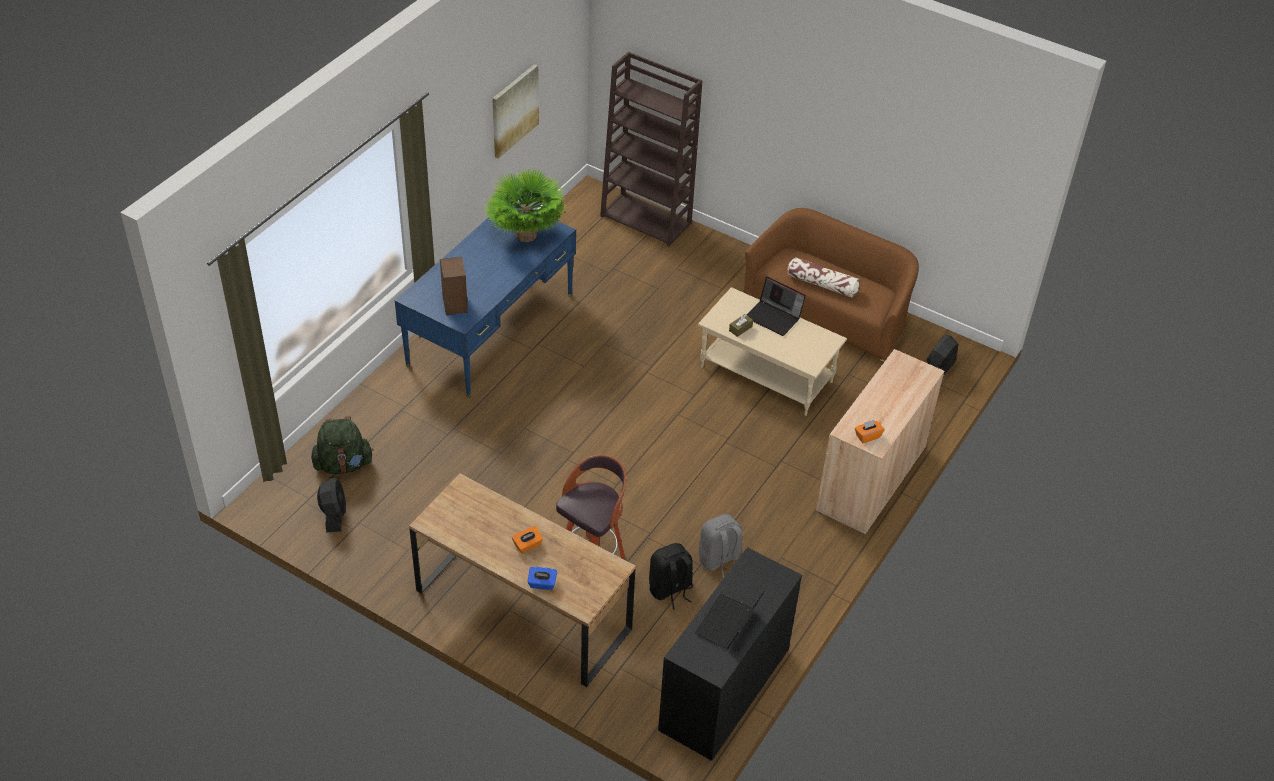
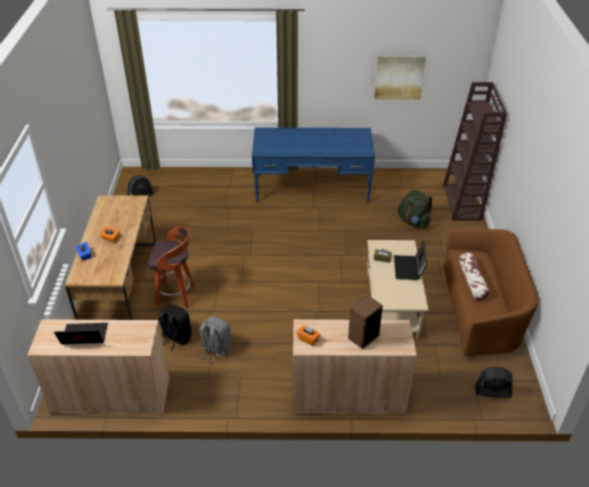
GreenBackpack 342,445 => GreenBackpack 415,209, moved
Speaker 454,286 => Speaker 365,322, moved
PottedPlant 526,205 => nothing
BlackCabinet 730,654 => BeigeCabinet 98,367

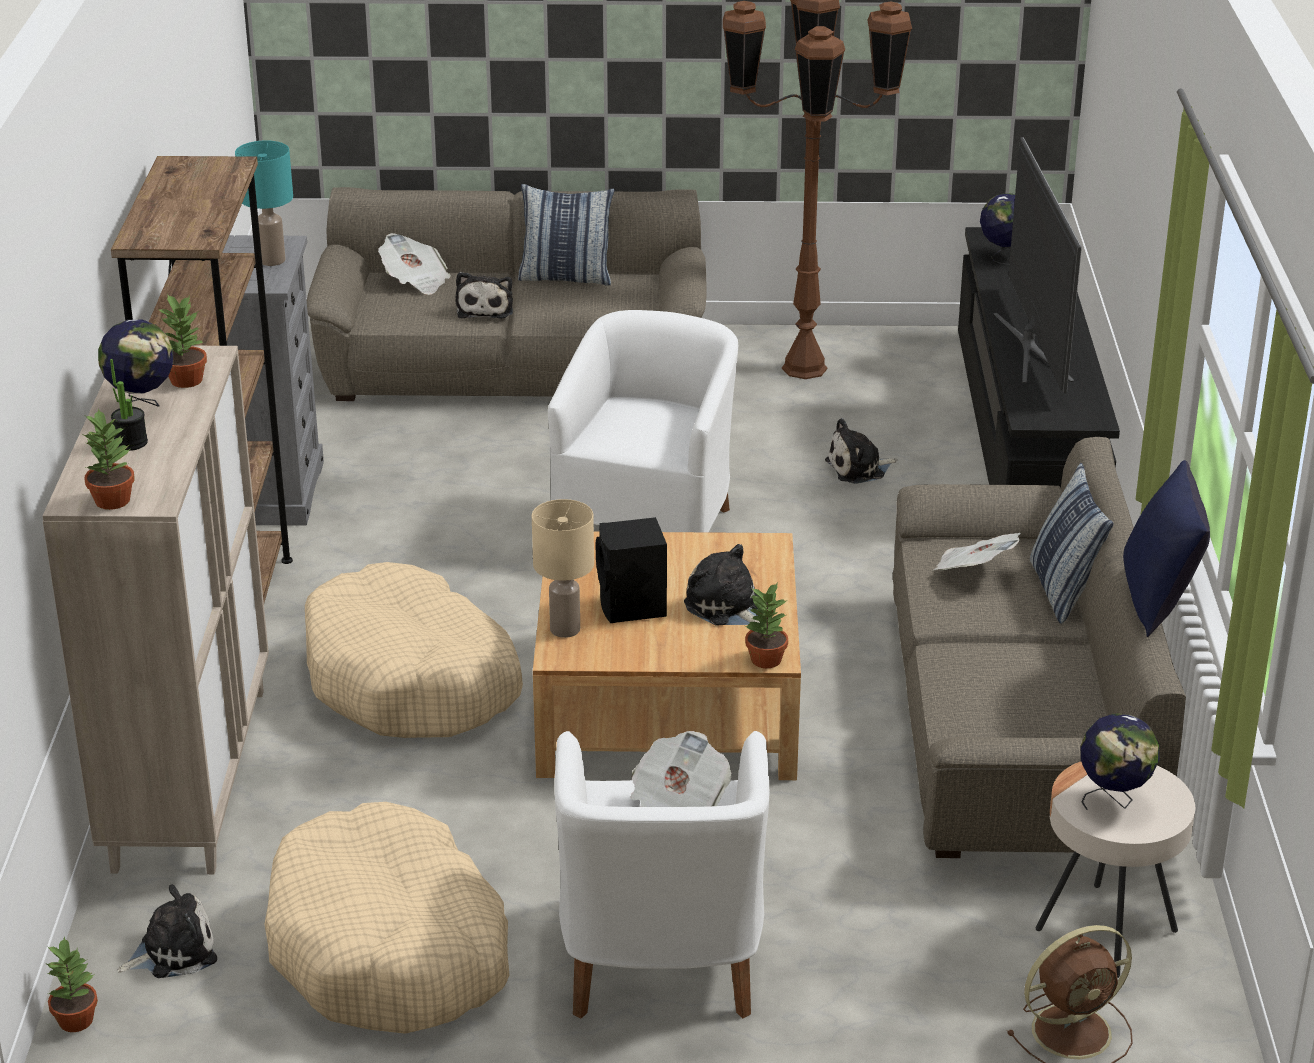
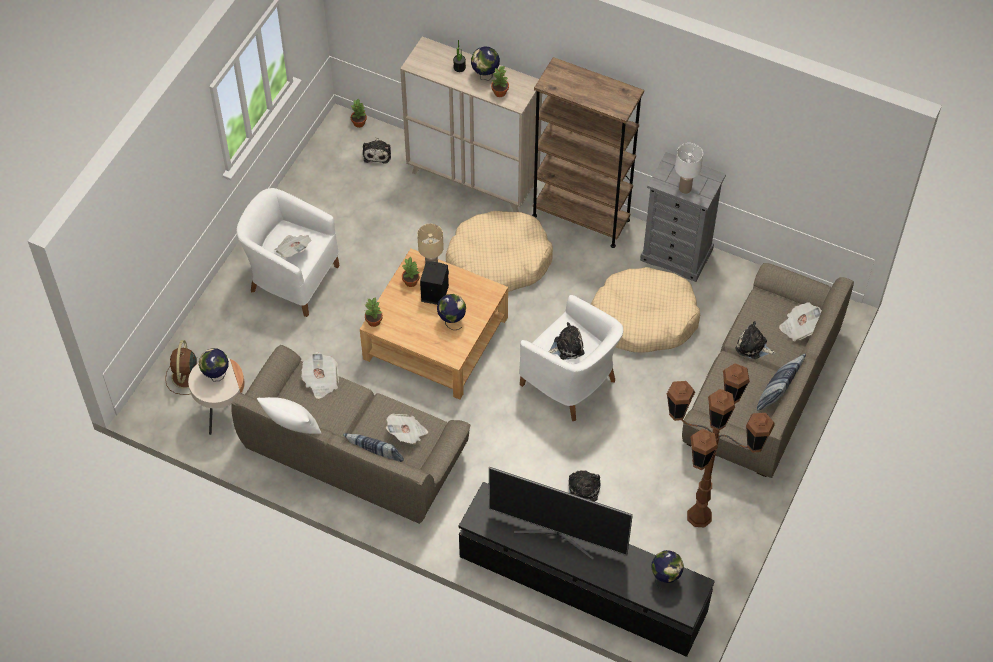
PottedPlant 109,459 => PottedPlant 411,271, moved
TurquoiseTableLamp 264,203 => WhiteTableLamp 689,168
BeigeDogBed 386,918 => BeigeDogBed 645,310, moved
PlushToy 722,585 => PlushToy 566,341, moved
BluePillow 1166,548 => WhitePillow 289,415
nothing => Newspaper 320,375
nothing => Globe 451,312

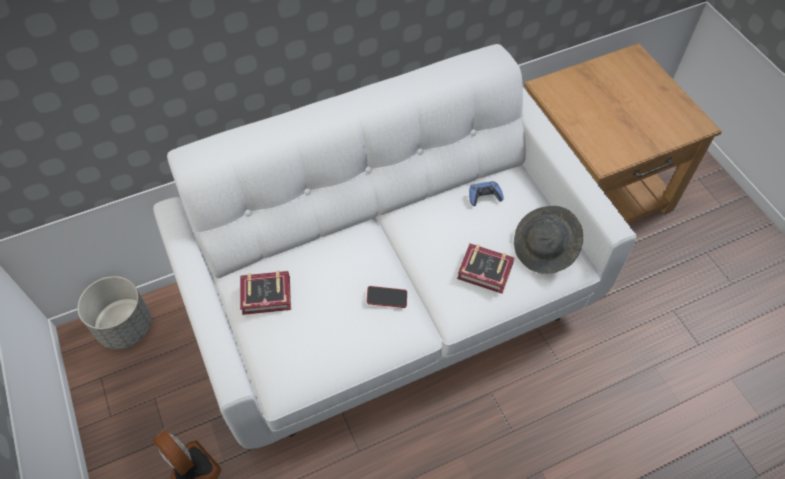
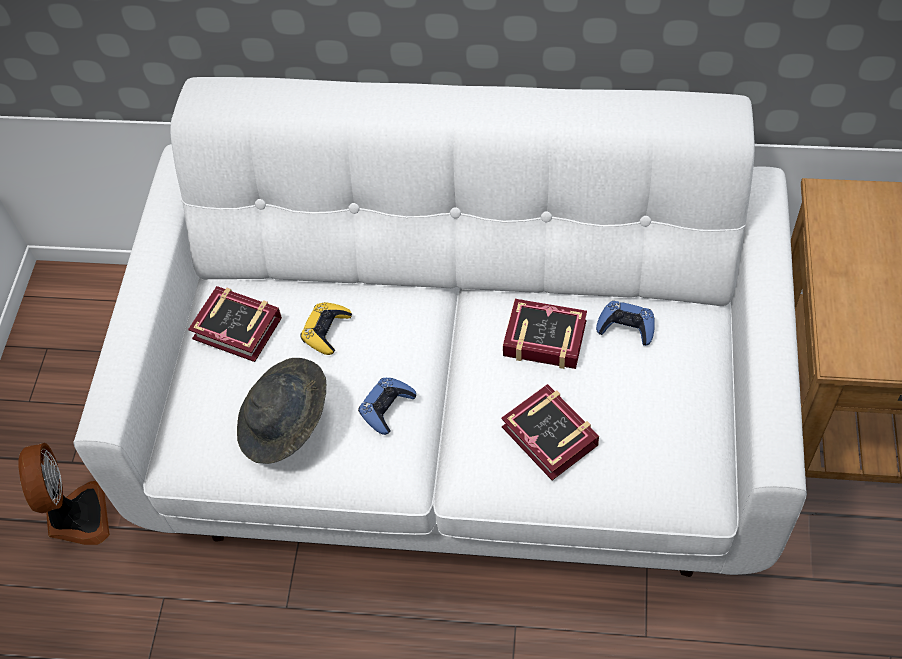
GreyPlanter 115,312 => nothing
Phone 387,297 => BlueGameController 387,406
GreyHat 548,240 => GreyHat 281,411, moved
nothing => YellowGameController 326,328
nothing => Book 545,334

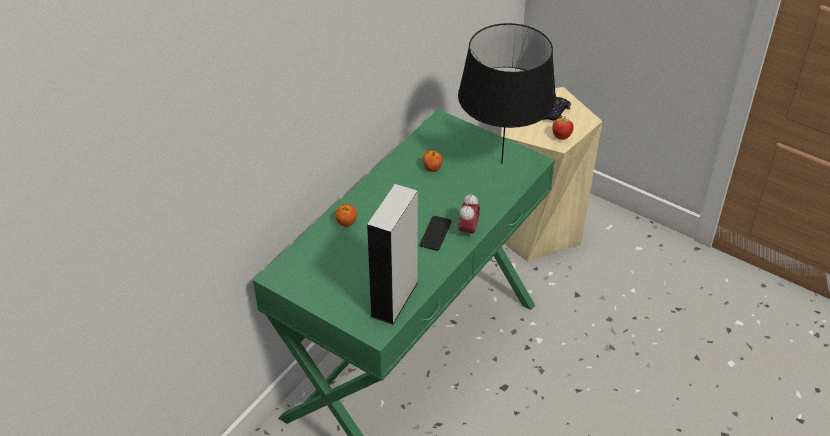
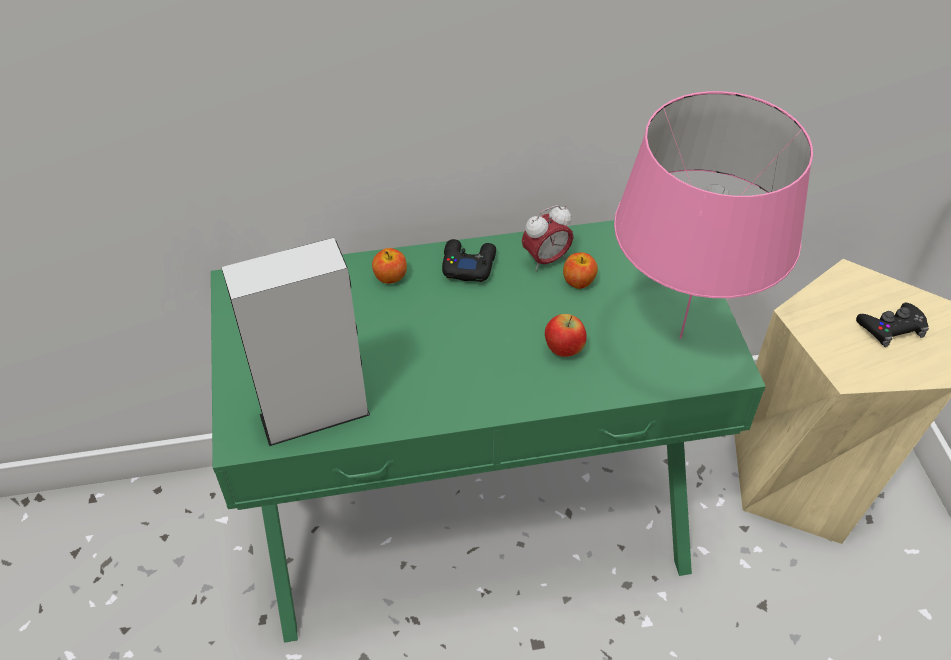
Phone 436,233 => nothing
BlackTableLamp 507,93 => PinkTableLamp 713,215
AlarmClock 469,217 => AlarmClock 548,238, moved
Apple 563,129 => Apple 566,335, moved
nothing => BlackGameController 469,260

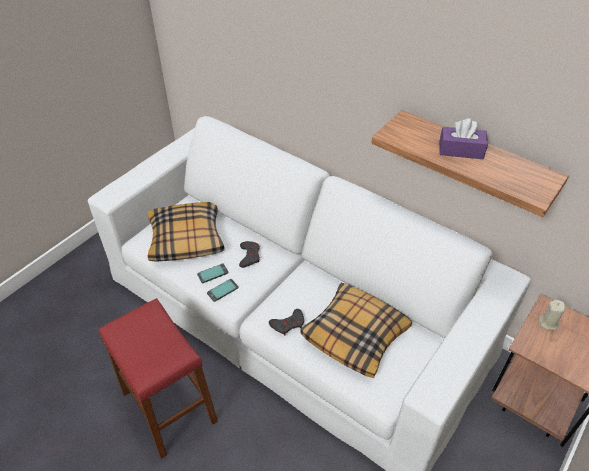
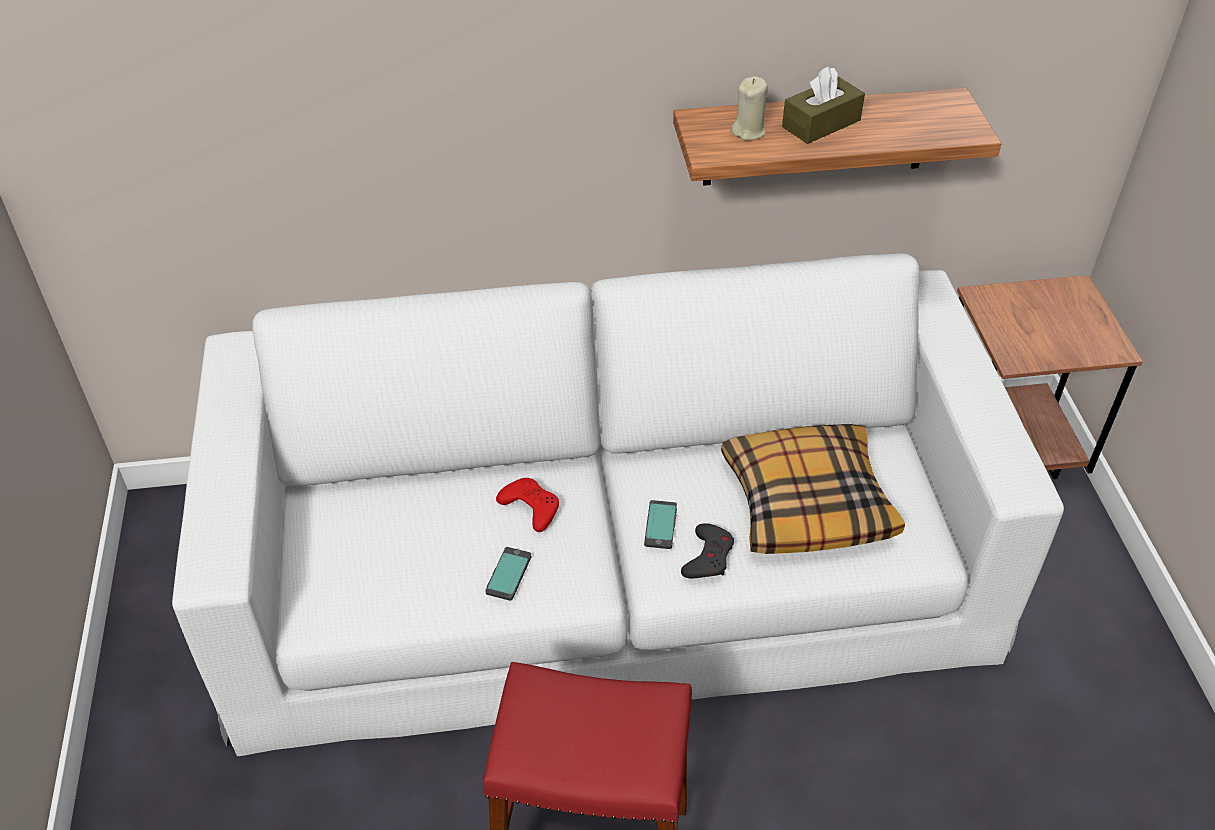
Pillow 186,232 => nothing
Phone 222,290 => Phone 660,524, moved
GreyGameController 249,254 => RedGameController 527,505
PurpleTissueBox 463,138 => BrownTissueBox 823,105
BeigeCandle 552,315 => BeigeCandle 749,108, moved

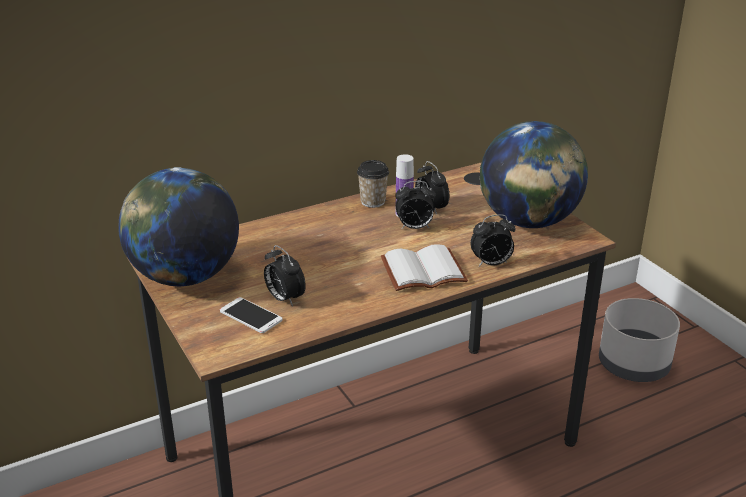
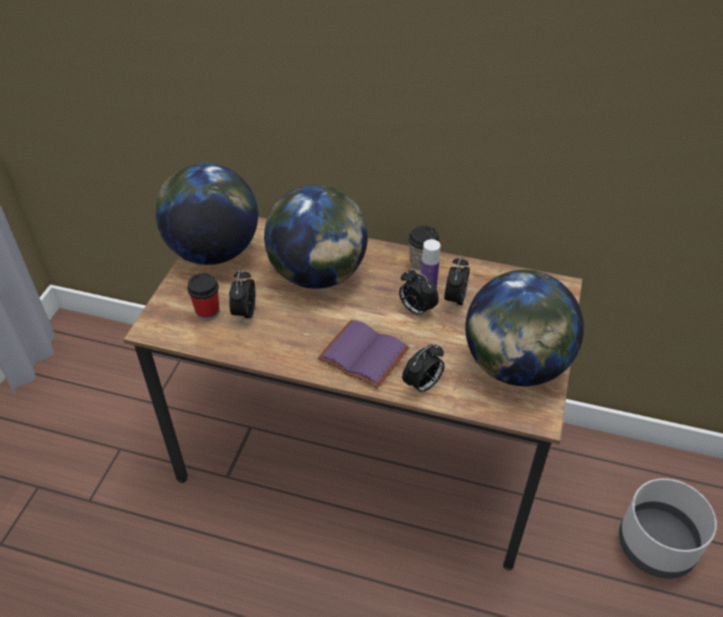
Phone 251,315 => Cup 203,297
WhiteBook 424,267 => PurpleBook 363,354
AlarmClock 493,240 => AlarmClock 423,369, 75 degrees counterclockwise
nothing => Globe 316,236

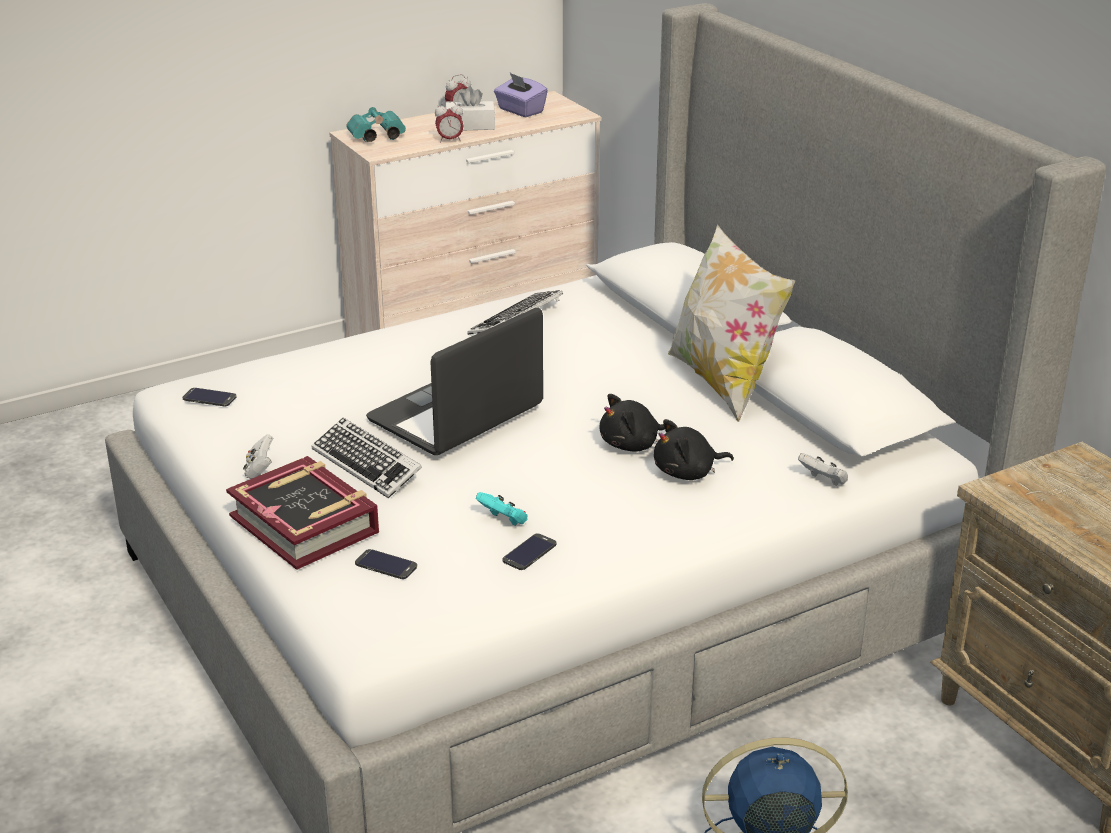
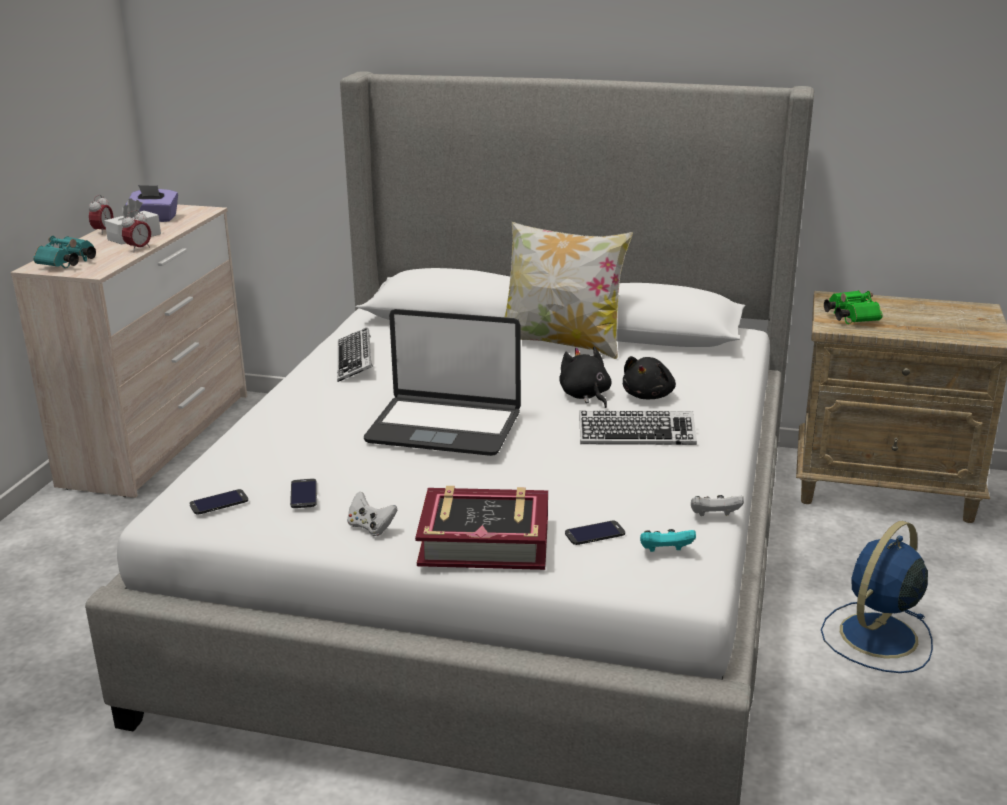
Keyboard 366,457 => Keyboard 638,428, moved
Laptop 454,381 => Laptop 442,382, 75 degrees counterclockwise
TurquoiseGameController 502,509 => TurquoiseGameController 668,540, moved
Phone 530,551 => Phone 303,493, moved
BlackPlushToy 632,423 => BlackPlushToy 585,377, 135 degrees clockwise
WhiteGameController 823,469 => WhiteGameController 717,505, moved
nothing => GreenBinoculars 853,307

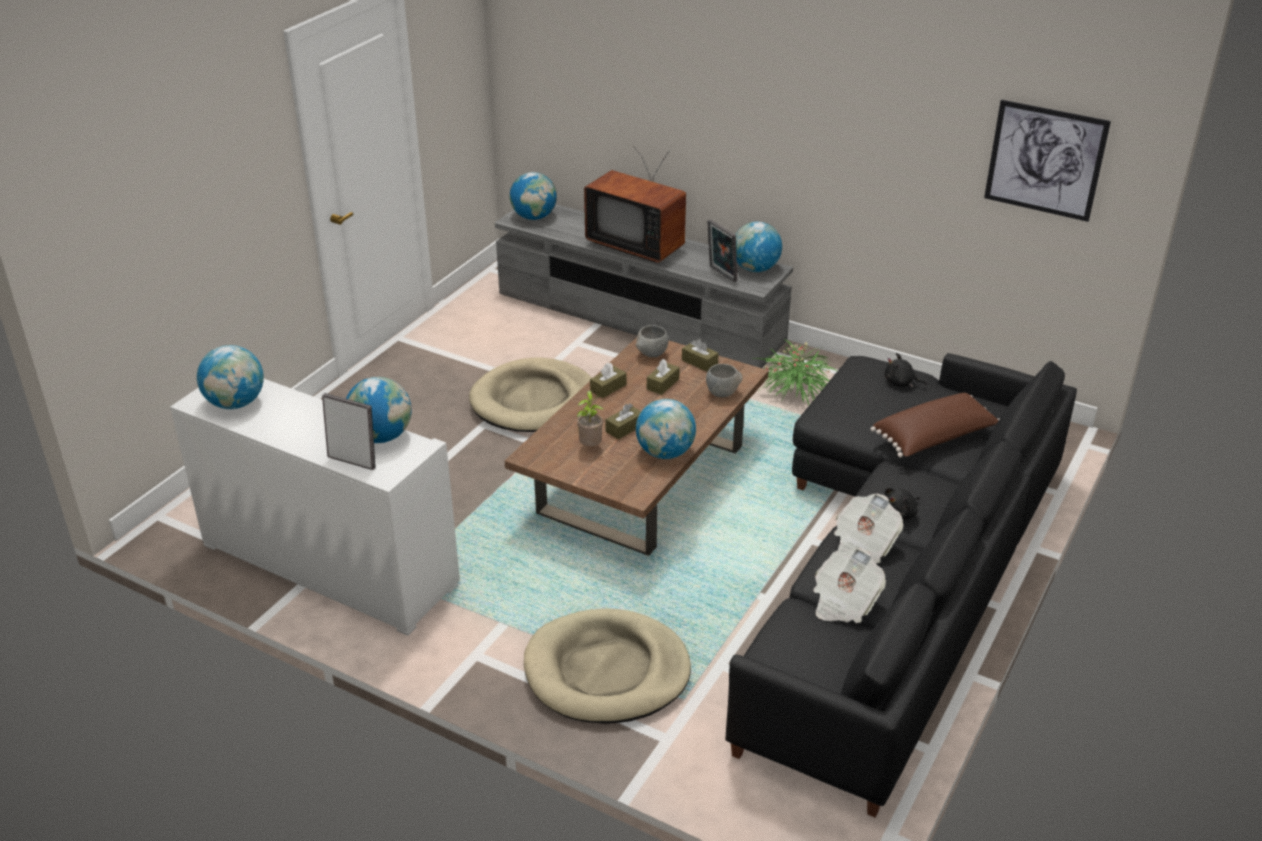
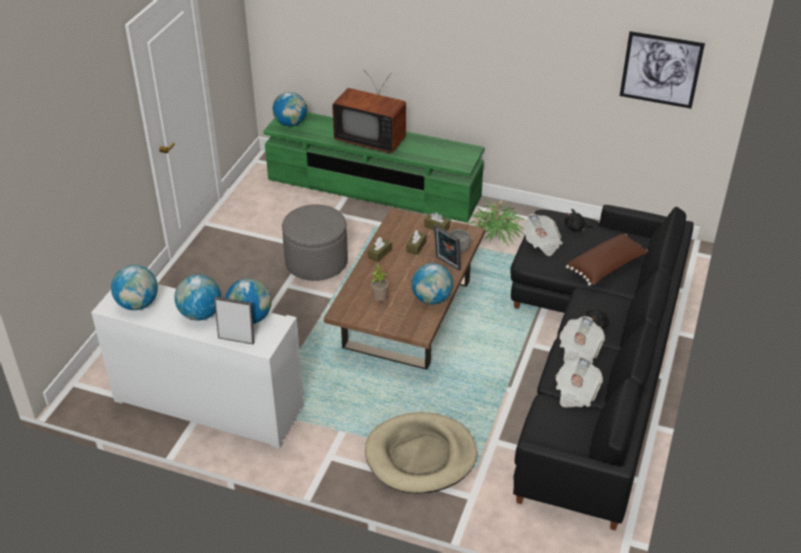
BeigeDogBed 530,395 => GreyOttoman 315,243
GreyTvStand 644,286 => GreenTvStand 374,167
BrownTissueBox 623,421 => nothing
GreyBowl 652,341 => nothing
PictureFrame 722,251 => PictureFrame 447,248, moved
Globe 758,247 => Globe 197,298, moved
nothing => Newspaper 543,234

